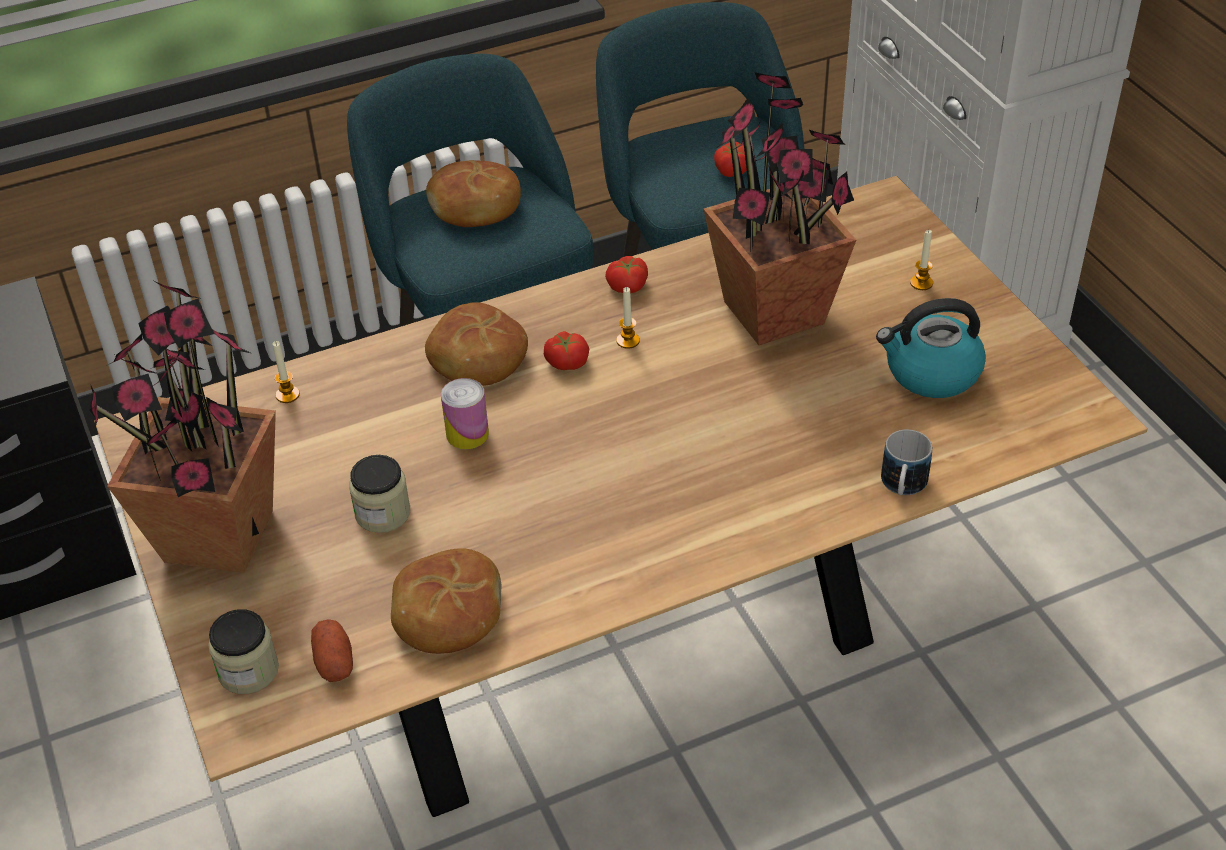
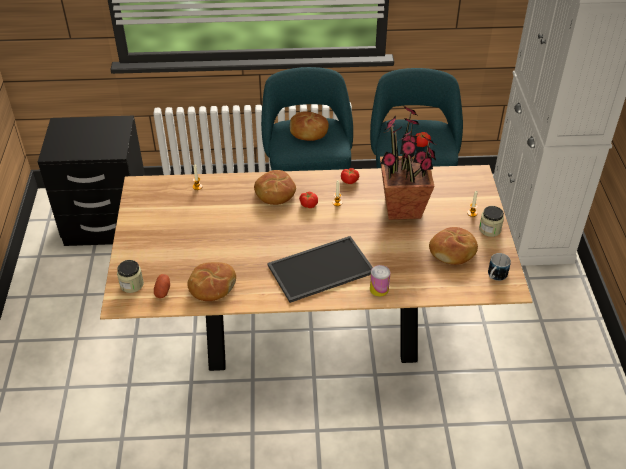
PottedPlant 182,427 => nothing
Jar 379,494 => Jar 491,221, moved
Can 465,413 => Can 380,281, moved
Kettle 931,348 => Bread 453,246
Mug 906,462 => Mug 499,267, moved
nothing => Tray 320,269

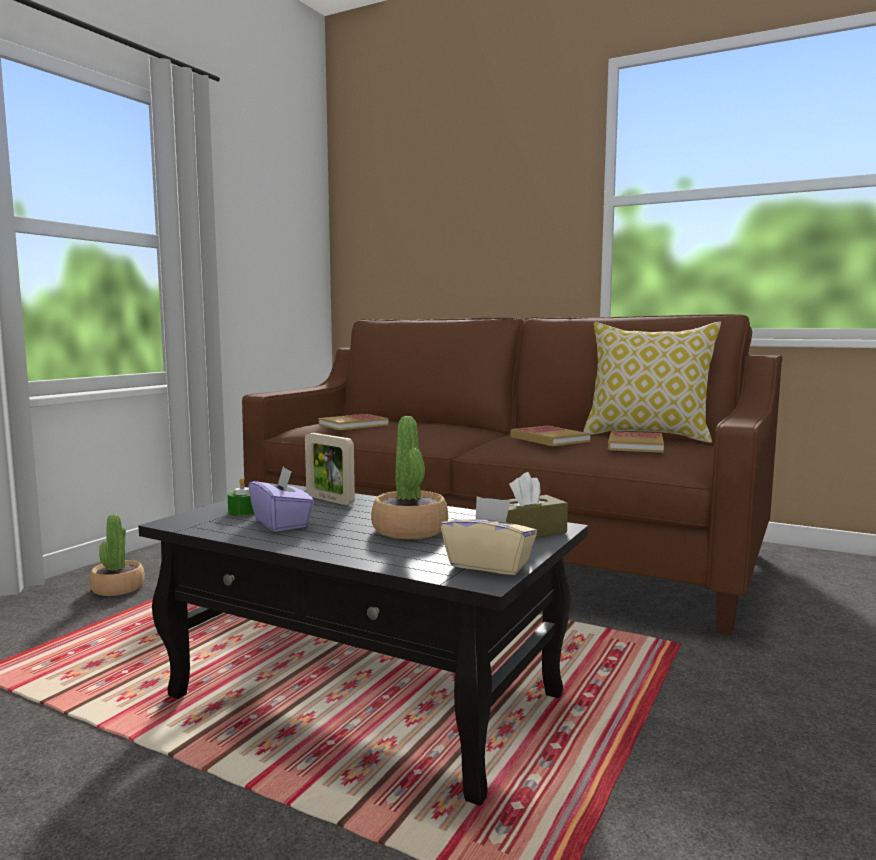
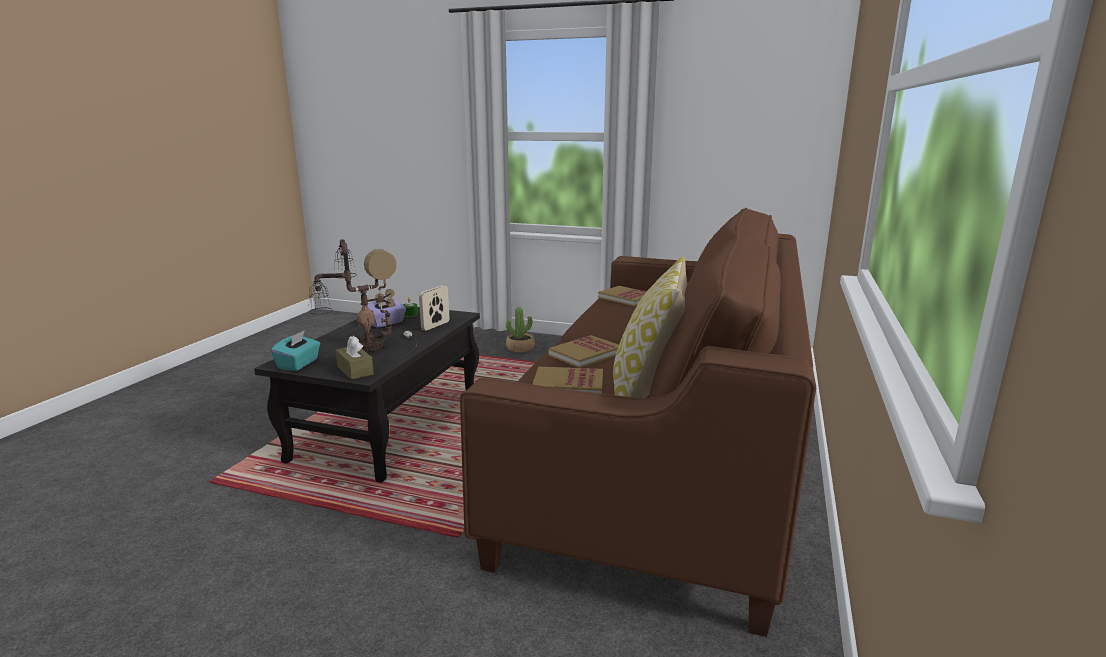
PottedPlant 409,477 => TableLamp 363,299
BeigeTissueBox 489,535 => TurquoiseTissueBox 295,350

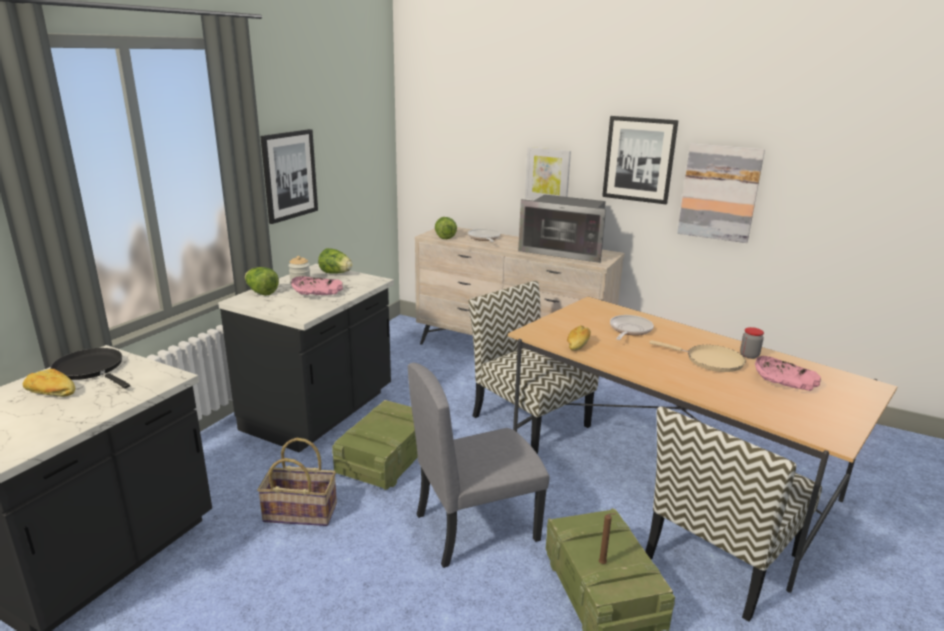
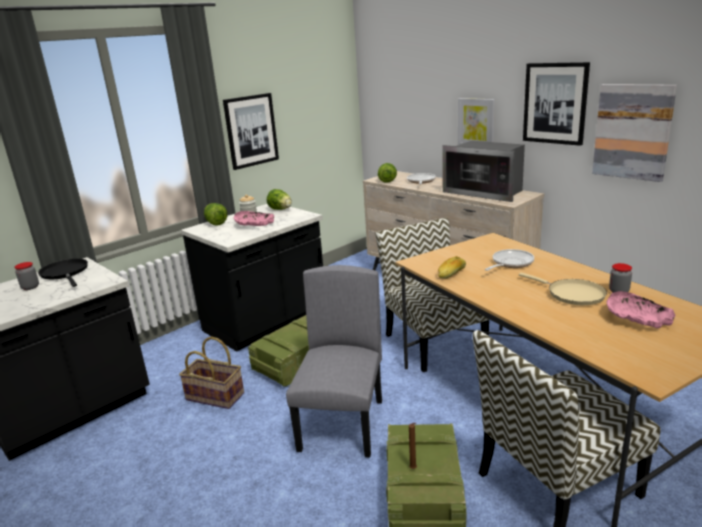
Bread 49,383 => Jar 26,276
GreyChair 478,465 => GreyChair 334,361, 105 degrees clockwise

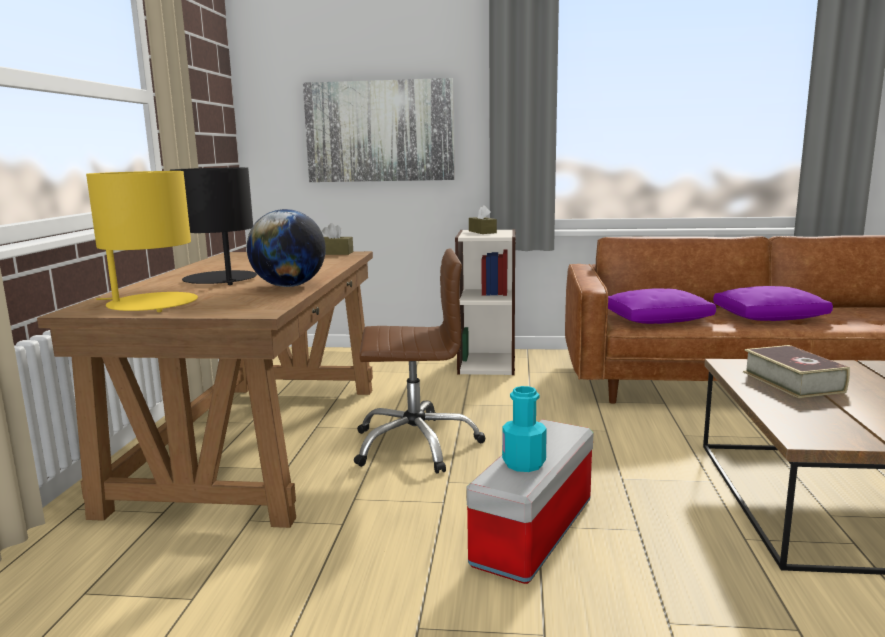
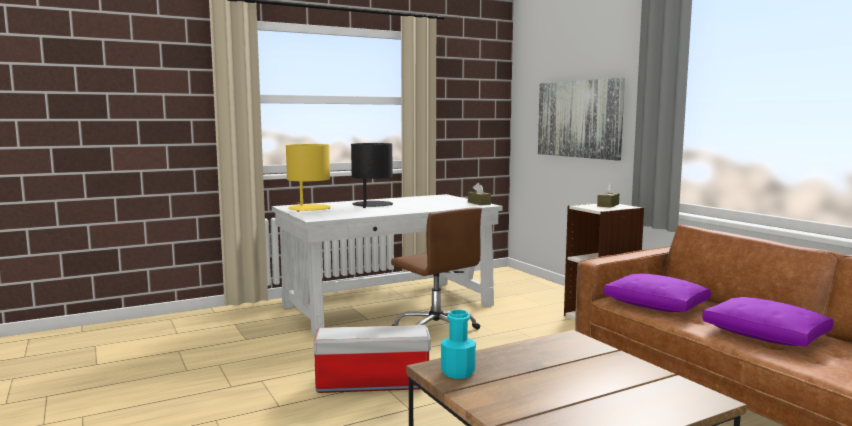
BrownDesk 205,389 => WhiteDesk 387,265
Globe 286,248 => nothing
TurquoiseBottle 524,429 => TurquoiseBottle 458,344, moved
Book 796,371 => nothing

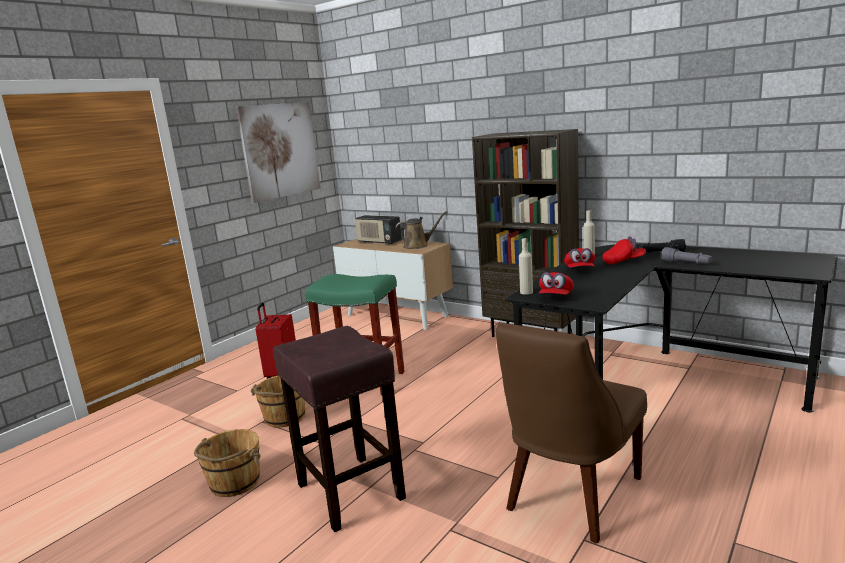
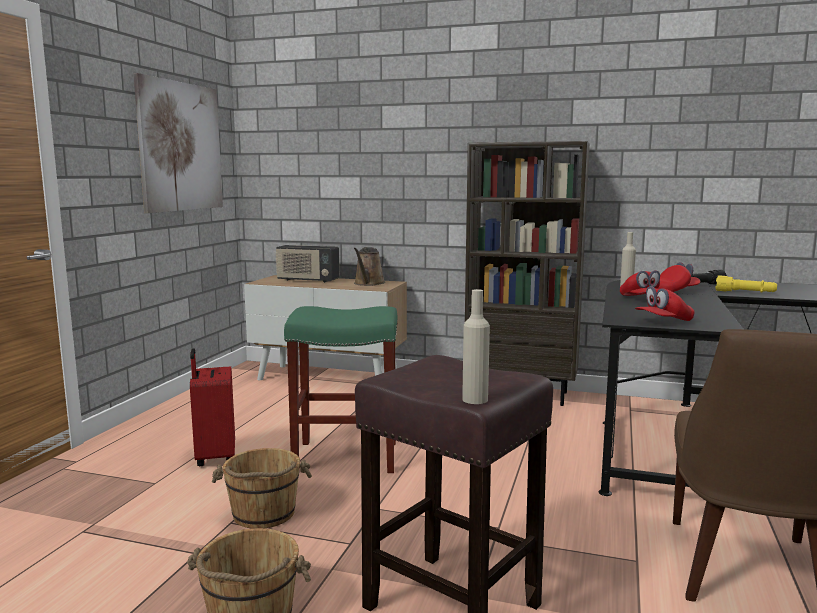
BrownWateringCan 421,230 => BrownWateringCan 369,266, 135 degrees clockwise
BeigeBottle 526,266 => BeigeBottle 476,346, moved
RedCap 556,283 => RedCap 664,303, 60 degrees clockwise
GreyFlashlight 686,255 => YellowFlashlight 746,284

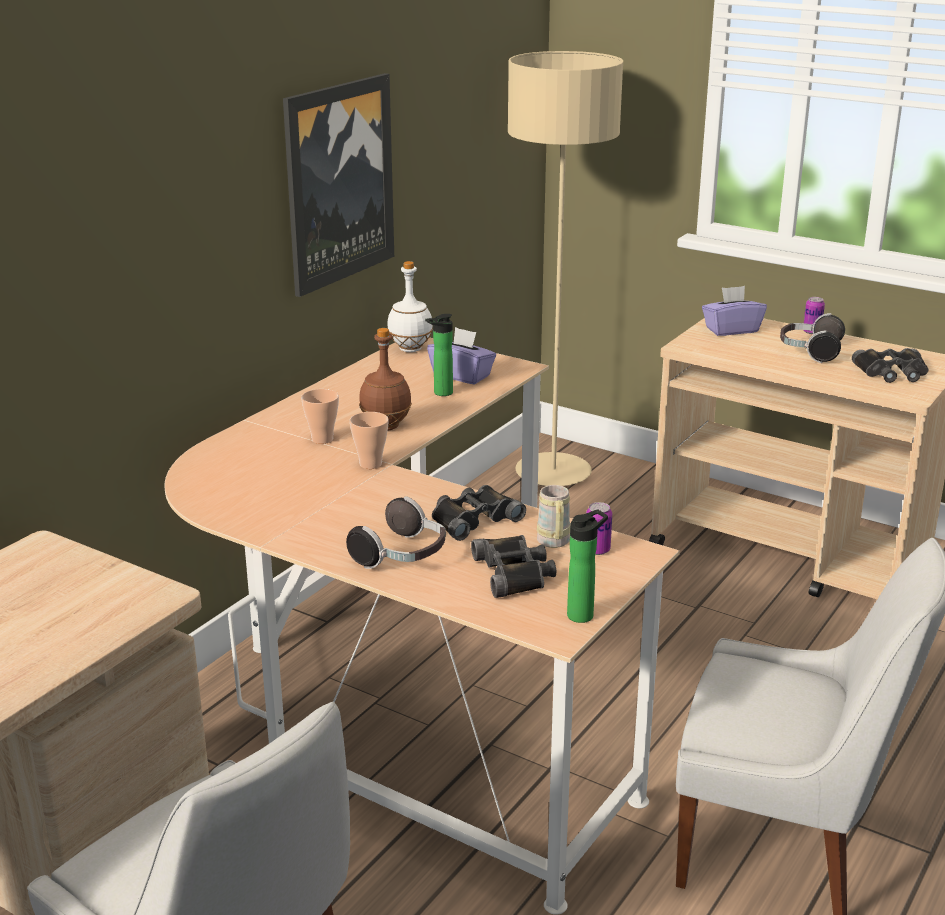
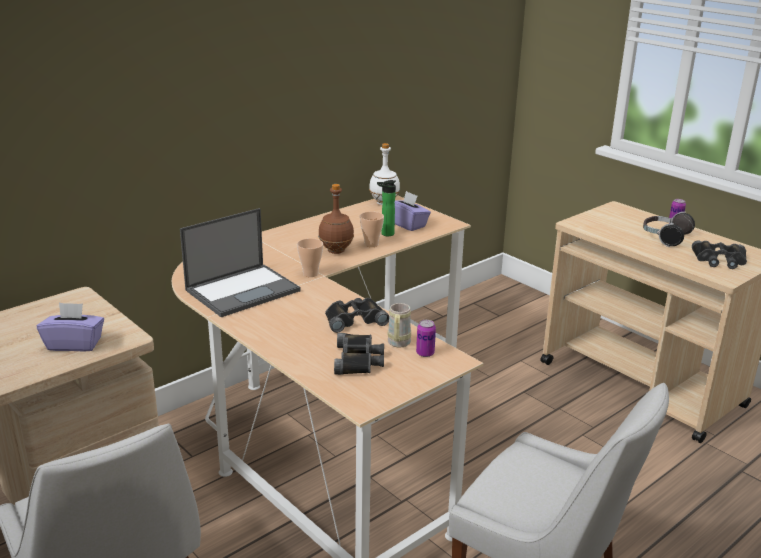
Picture 338,185 => nothing
Cup 320,416 => Cup 372,229, moved
Headphones 396,532 => nothing
BeigeFloorLamp 565,268 => nothing
Bottle 587,566 => nothing
PurpleTissueBox 734,311 => PurpleTissueBox 70,327, moved
nothing => Laptop 240,262

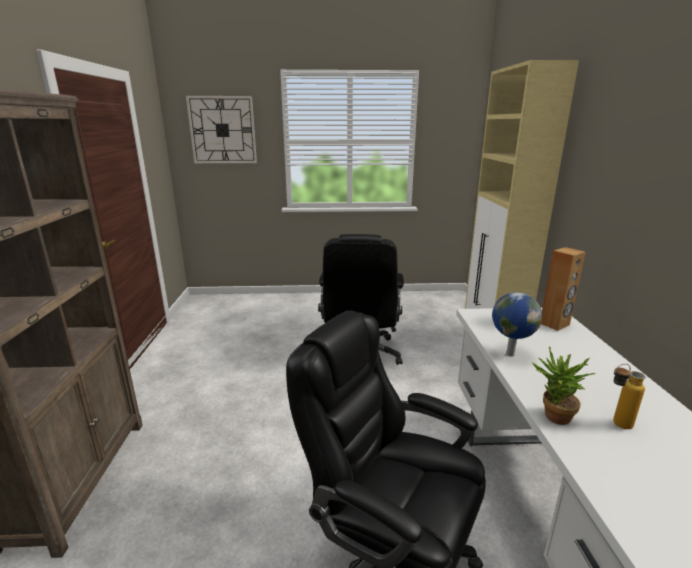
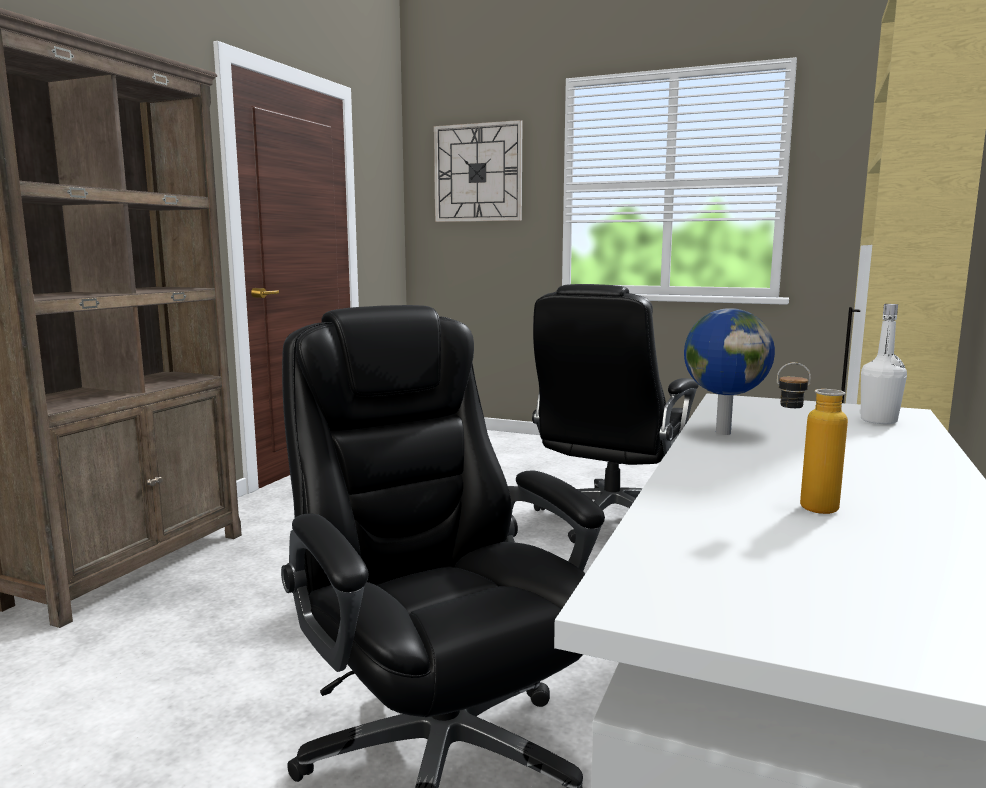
PottedPlant 563,386 => nothing
BrownSpeaker 563,289 => WhiteBottle 883,364

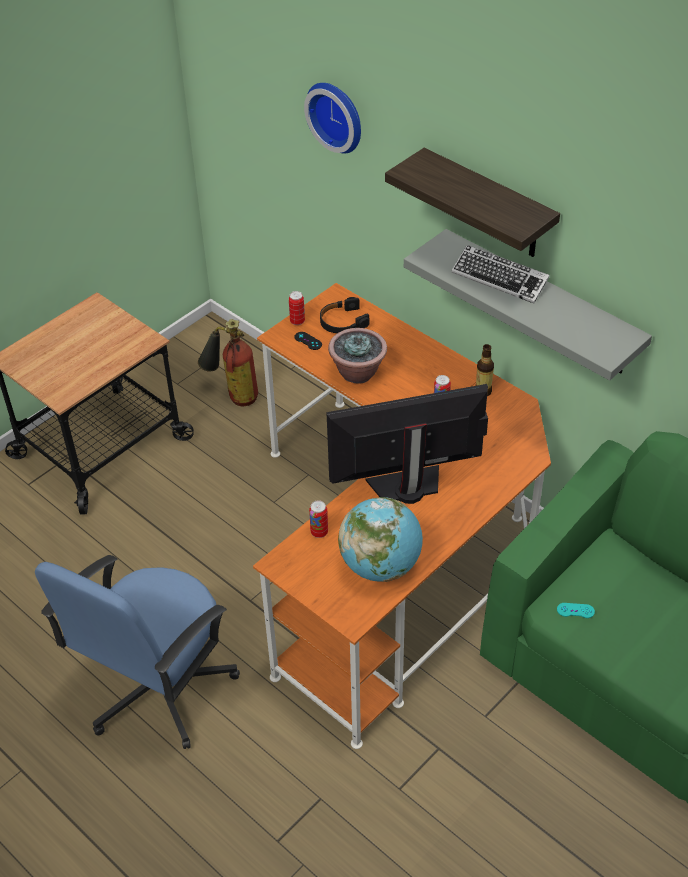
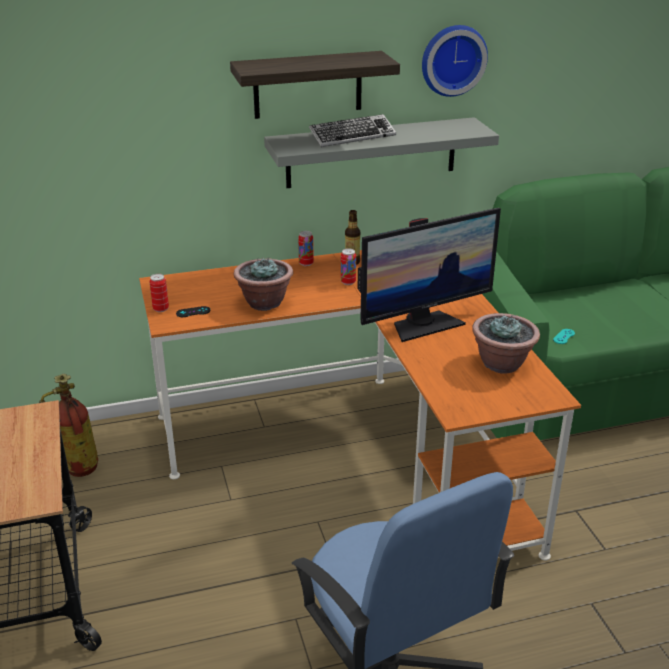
WallClock 332,118 => WallClock 455,61, moved
Can 318,519 => Can 306,248, moved
BlackHeadphones 345,315 => nothing
Monitor 407,444 => Monitor 429,275, 135 degrees counterclockwise
Globe 380,539 => PottedPlant 506,343

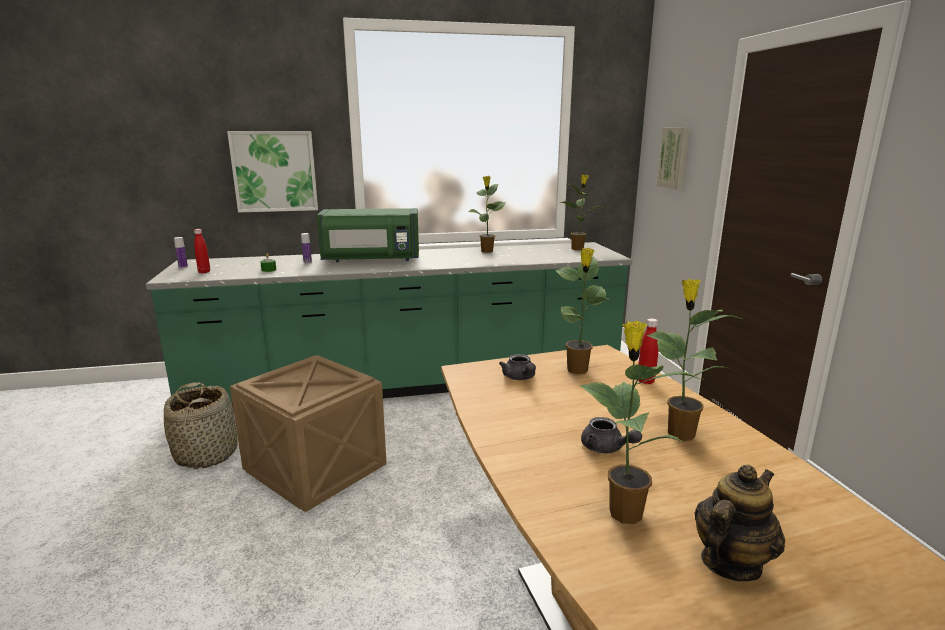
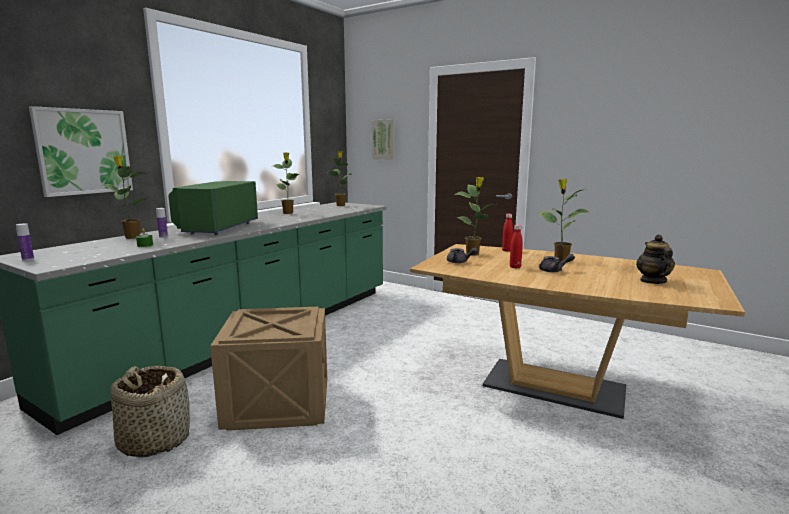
RedBottle 202,251 => RedBottle 516,247, moved
GreenMicrowave 368,235 => GreenMicrowave 213,208, 150 degrees clockwise
PottedPlant 641,422 => PottedPlant 123,197, moved

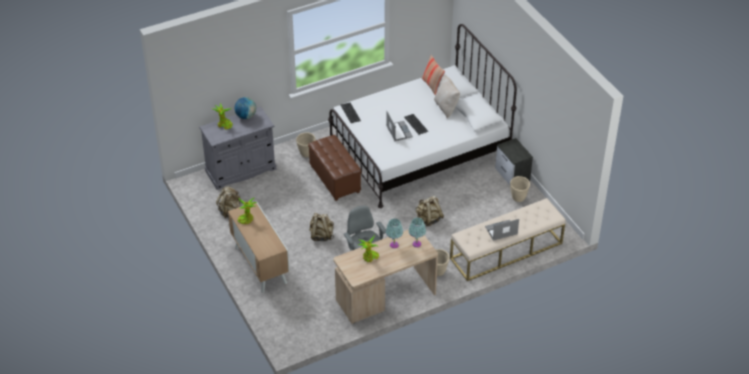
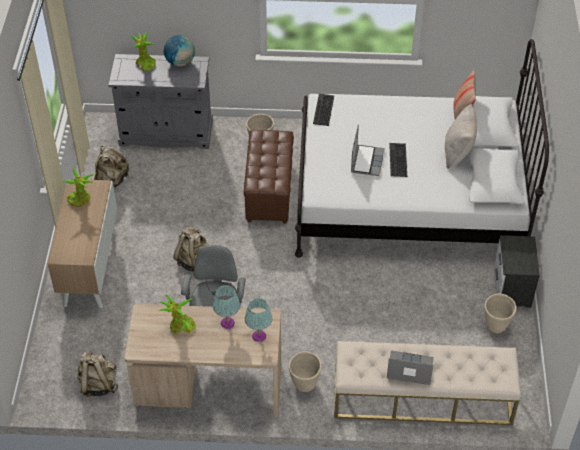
BeigeBackpack 430,210 => BeigeBackpack 97,373, moved

